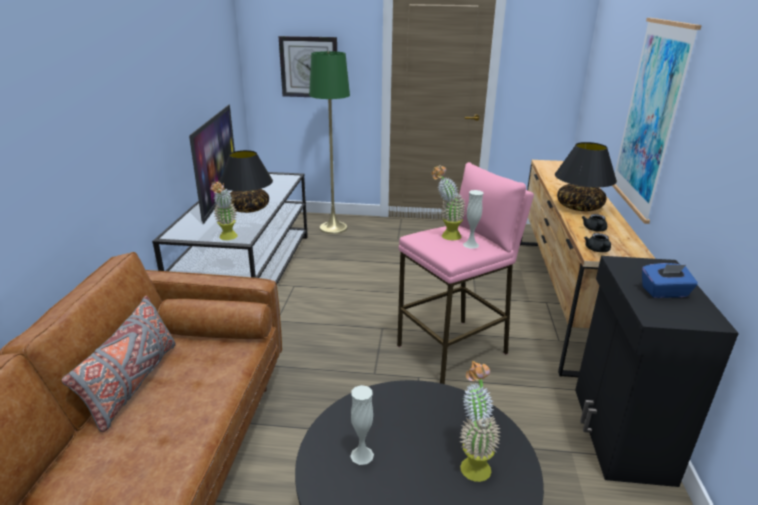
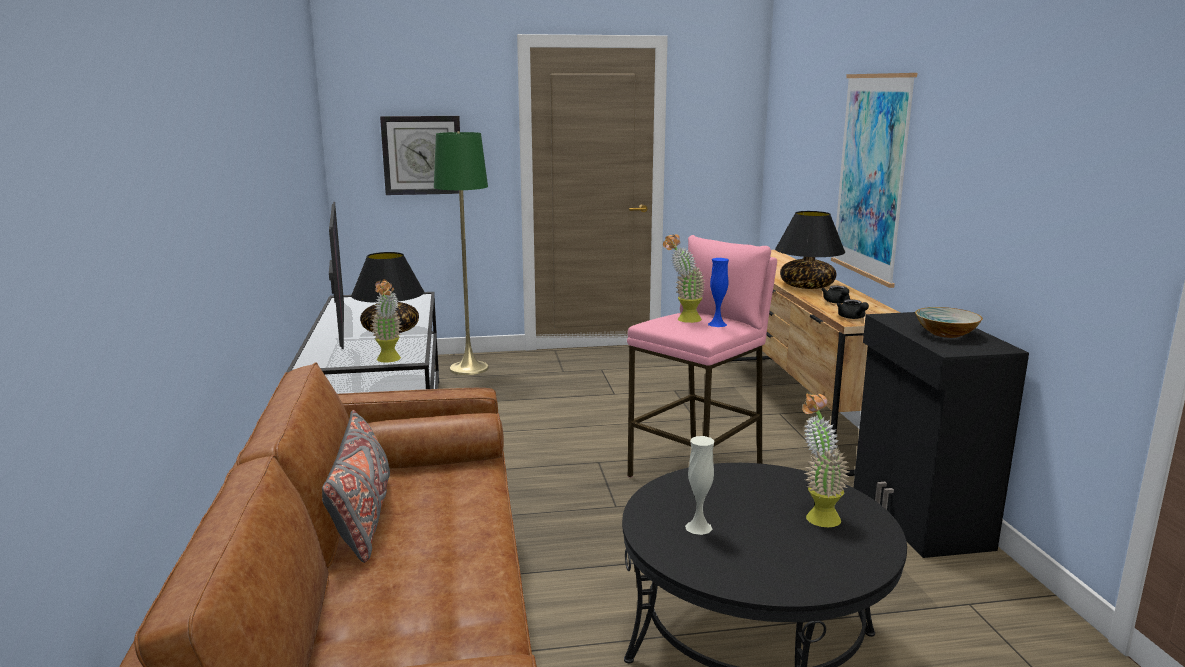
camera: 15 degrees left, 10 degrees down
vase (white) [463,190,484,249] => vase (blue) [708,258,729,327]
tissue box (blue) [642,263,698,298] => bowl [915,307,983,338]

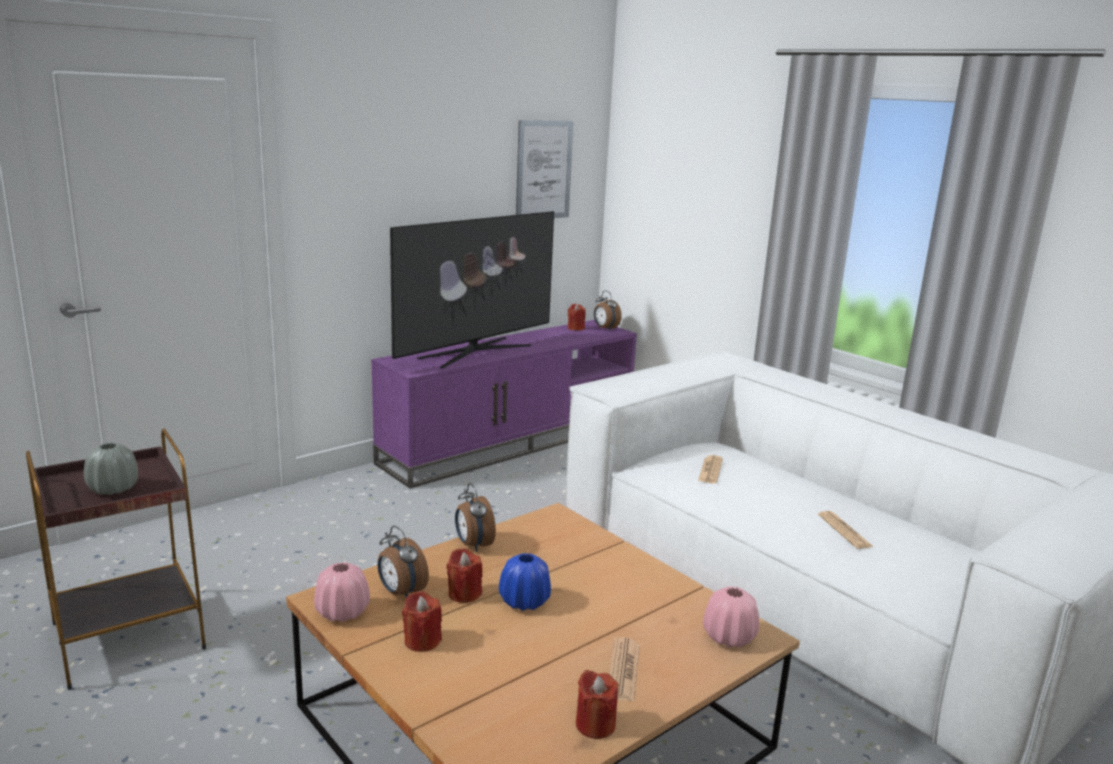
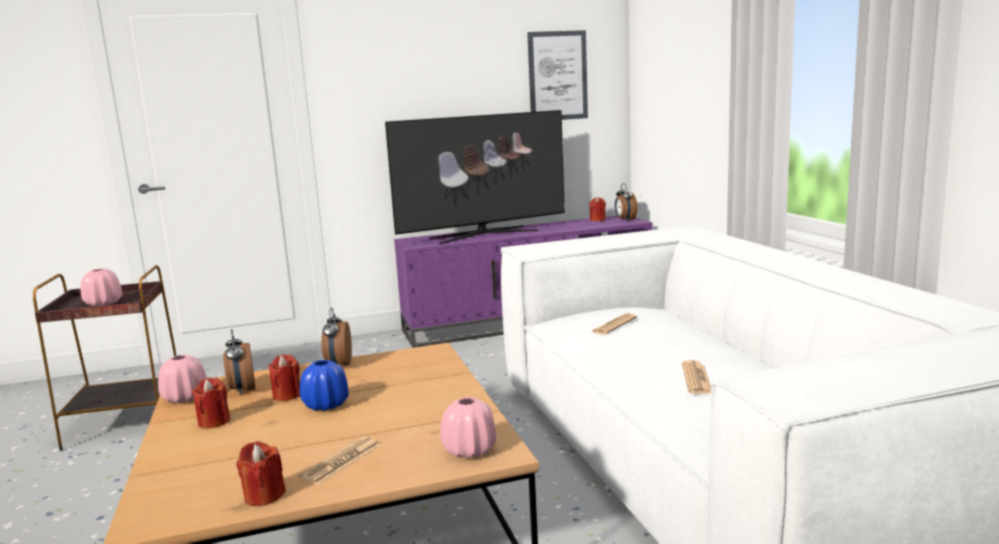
camera: 25 degrees right, 5 degrees down
vase (grey) [84,443,138,495] => vase (pink) [81,268,122,306]

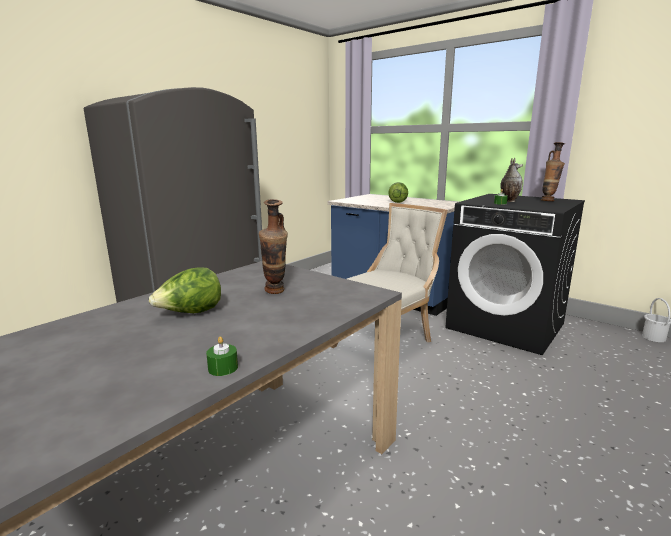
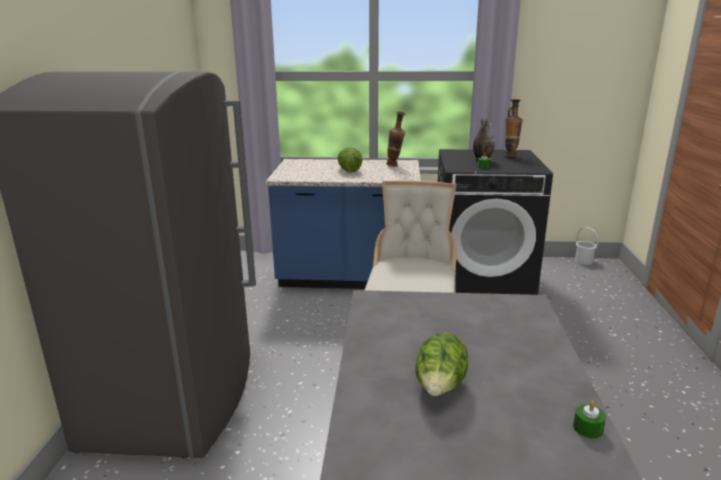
camera: 35 degrees left, 5 degrees up
vase [259,199,288,294] => vase [386,112,406,167], relocated

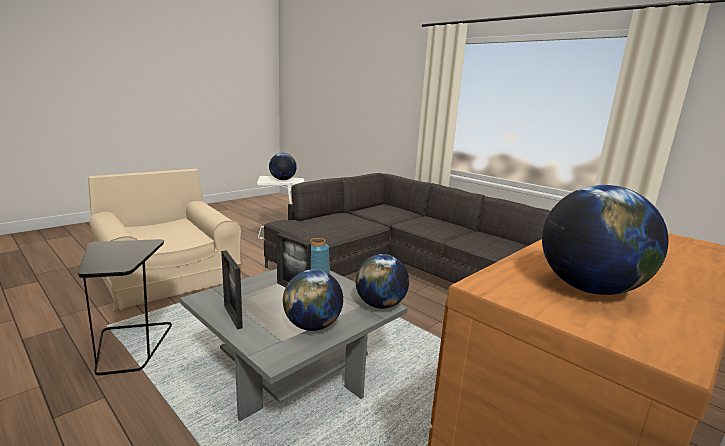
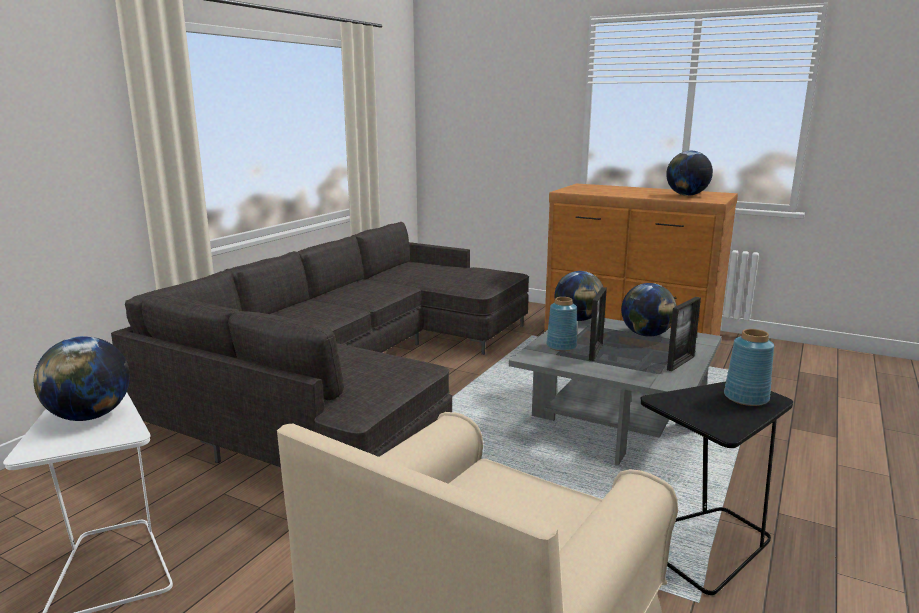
camera: 105 degrees left, 0 degrees up
nothing => vase (blue) [724,329,774,406]

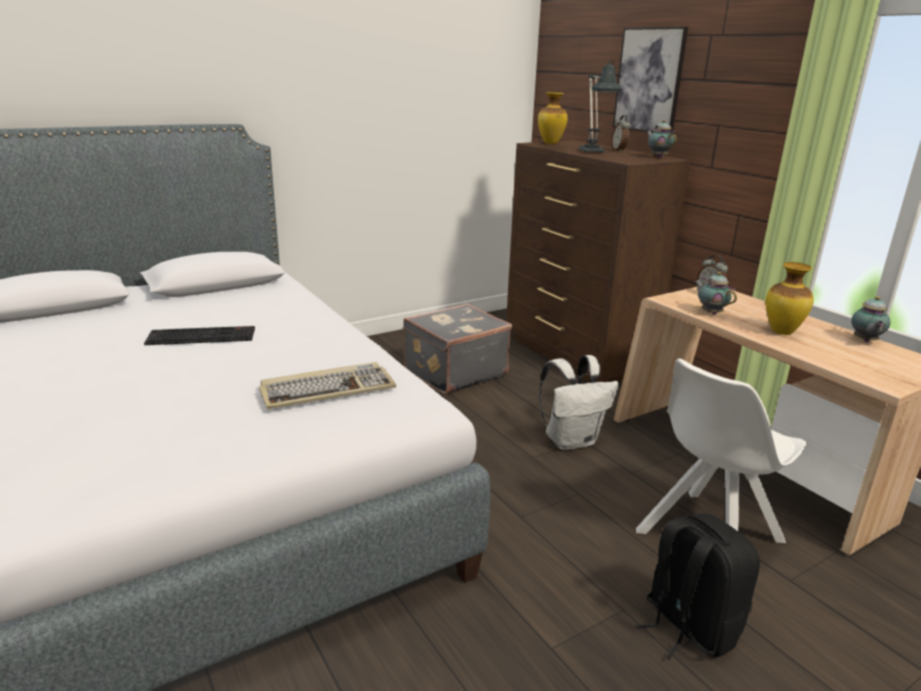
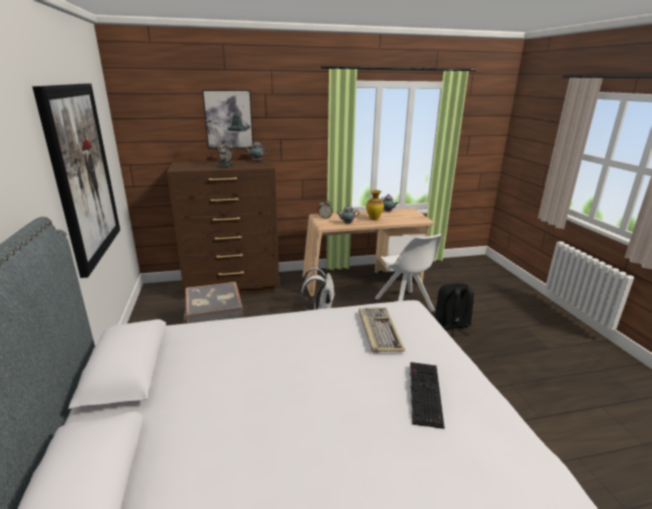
camera: 70 degrees left, 0 degrees up
nothing => picture [32,84,120,278]
keyboard [144,326,255,345] => keyboard [409,362,445,429], relocated
vase [538,92,568,144] => nothing

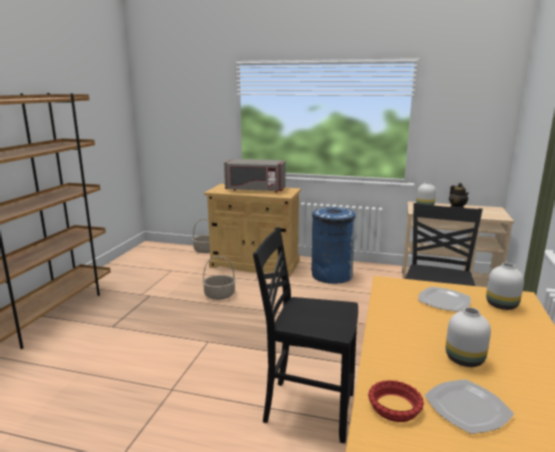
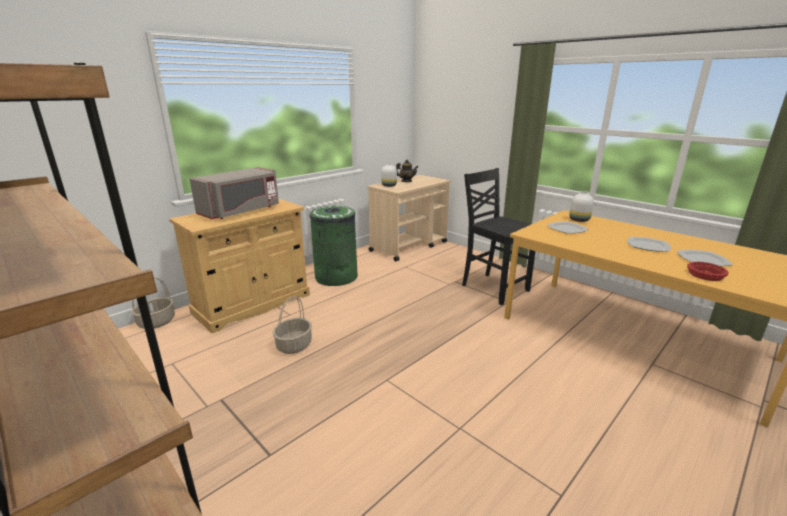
camera: 60 degrees left, 5 degrees up
trash can (blue) [311,207,356,284] => trash can (green) [310,206,358,286]
vase (white) [446,307,491,367] => plate [627,237,671,252]
chair (black) [253,227,358,443] => nothing

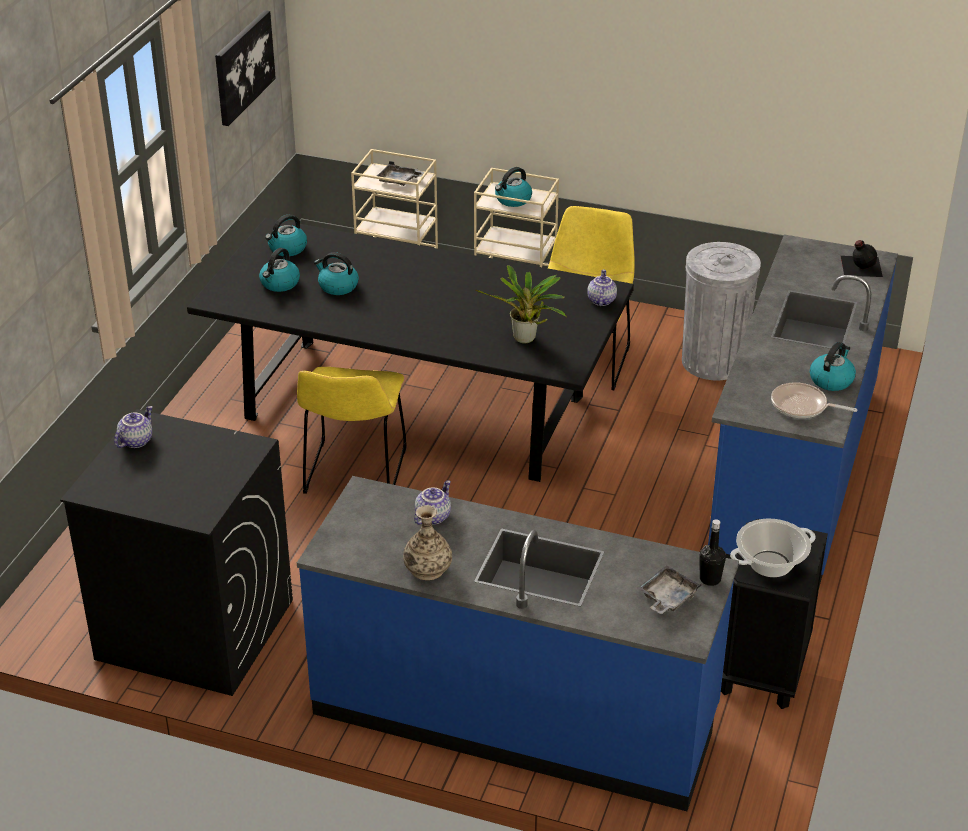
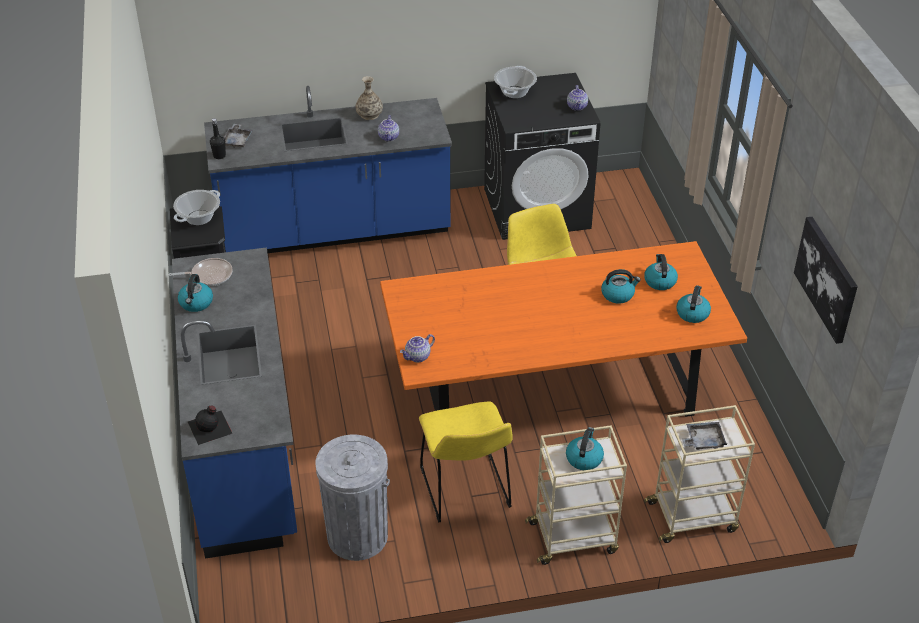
camera: 150 degrees right, 5 degrees up
dining table (black) [187,218,634,482] => dining table (orange) [380,241,747,417]
teapot [587,270,617,306] => teapot [400,334,435,362], 75 degrees clockwise
nothing => cooking pot [494,66,537,98]
potted plant [476,265,567,344] => nothing

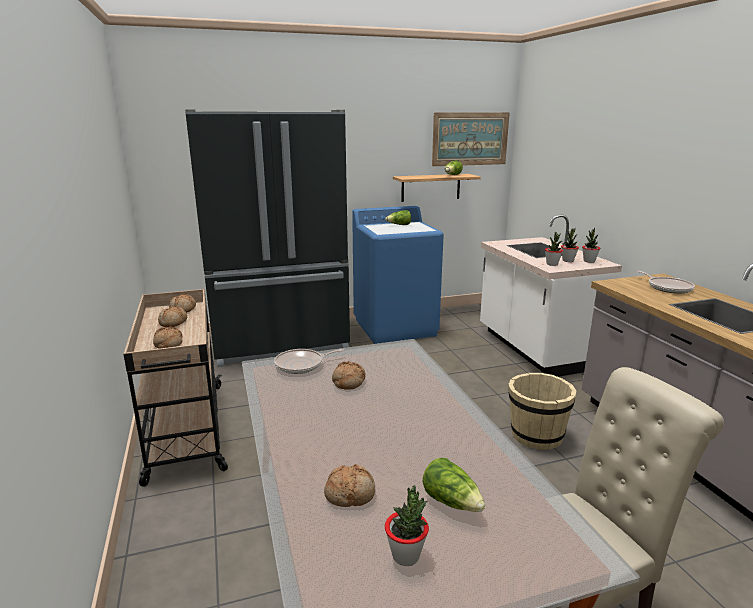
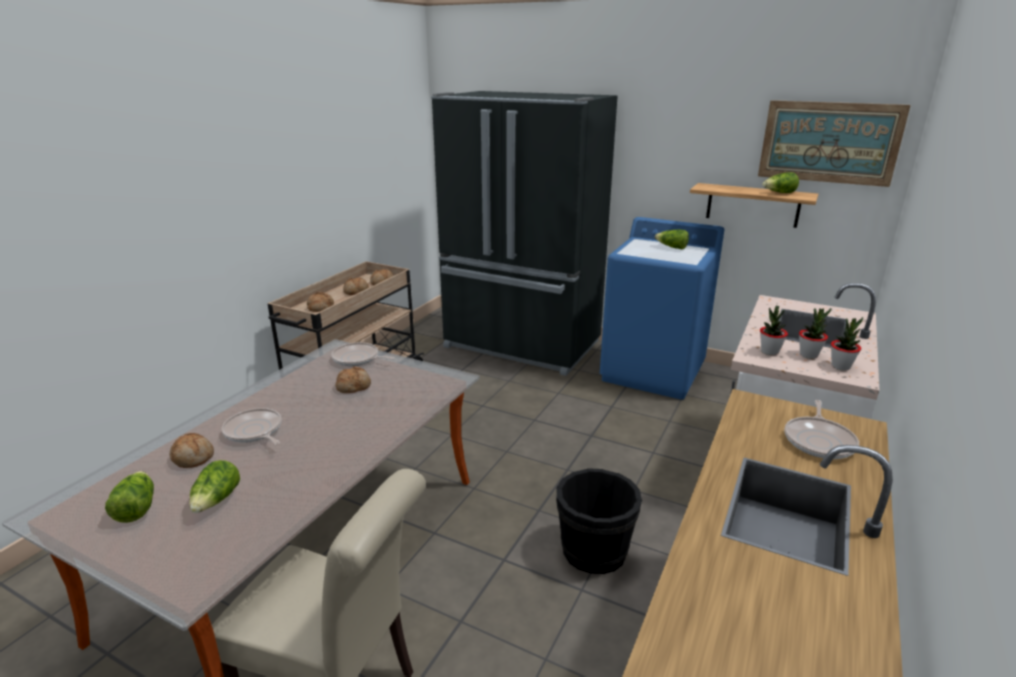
camera: 45 degrees right, 5 degrees up
potted plant [385,485,429,566] => lettuce [105,471,154,523]
nothing => frying pan [222,408,281,445]
bucket (beige) [508,373,576,450] => bucket (black) [556,468,642,574]

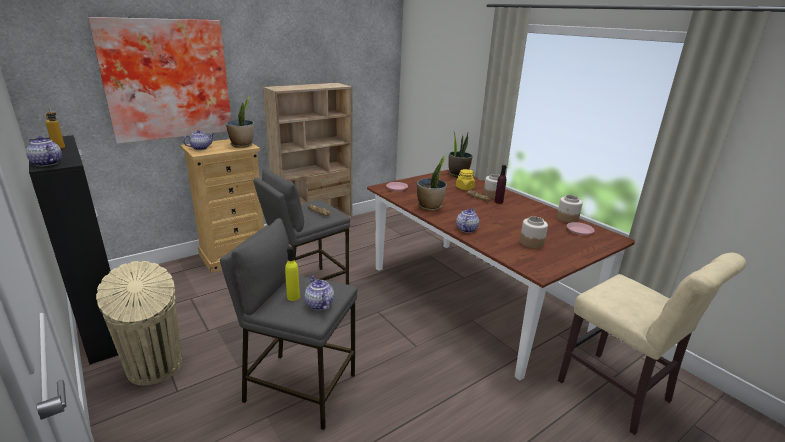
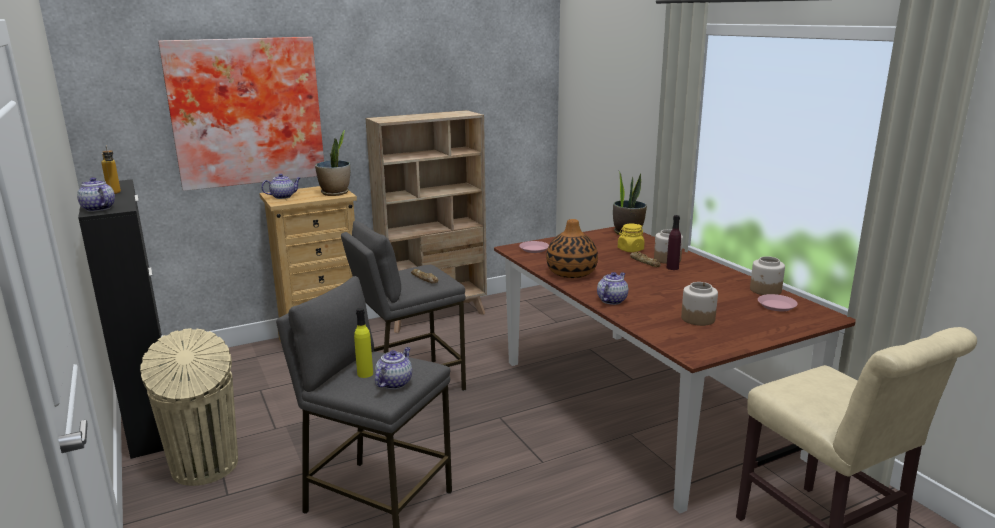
camera: 10 degrees right, 5 degrees down
teapot [305,275,334,310] => teapot [375,347,412,389], 45 degrees clockwise
potted plant [417,155,447,211] => vase [546,219,598,278]

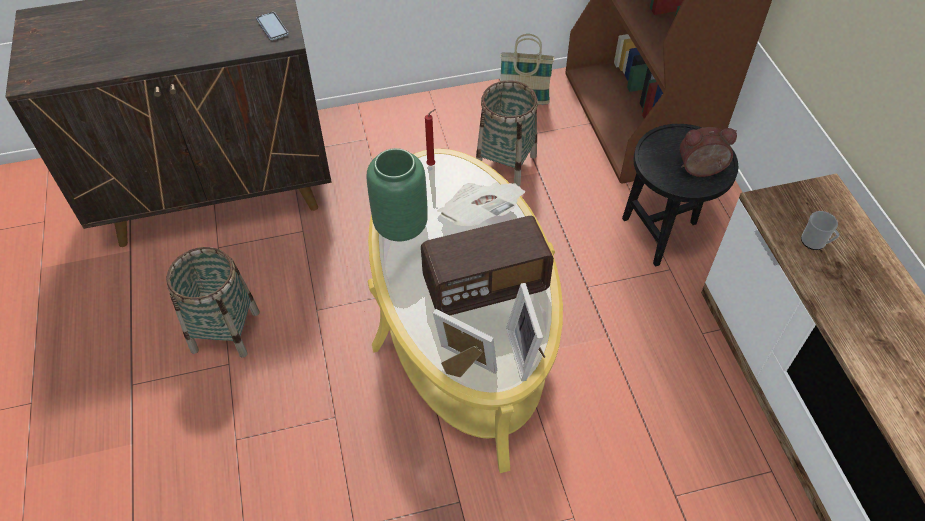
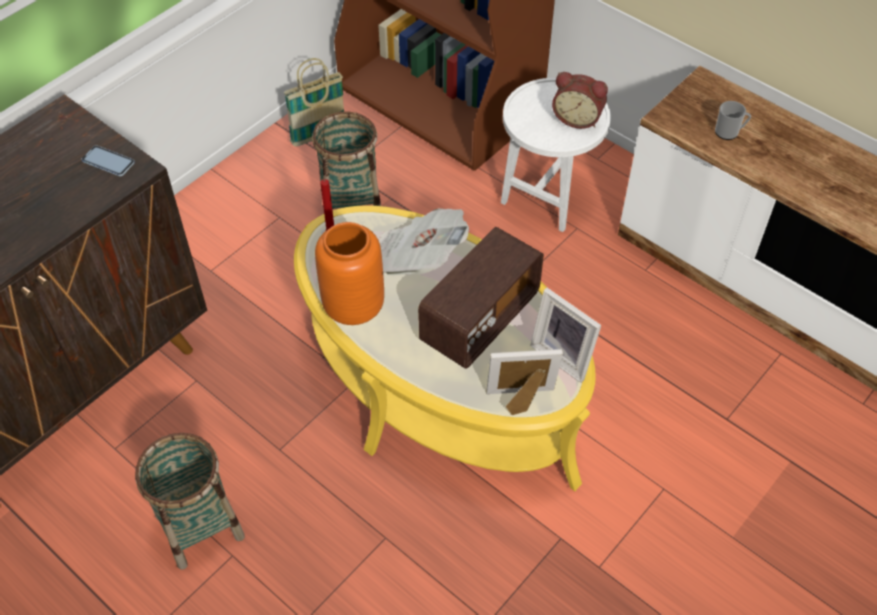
camera: 35 degrees left, 0 degrees up
vase (green) [367,148,428,241] => vase (orange) [315,222,384,325]
side table (black) [622,124,738,267] => side table (white) [501,78,611,232]
alarm clock [680,127,737,177] => alarm clock [552,72,608,129], 120 degrees counterclockwise

